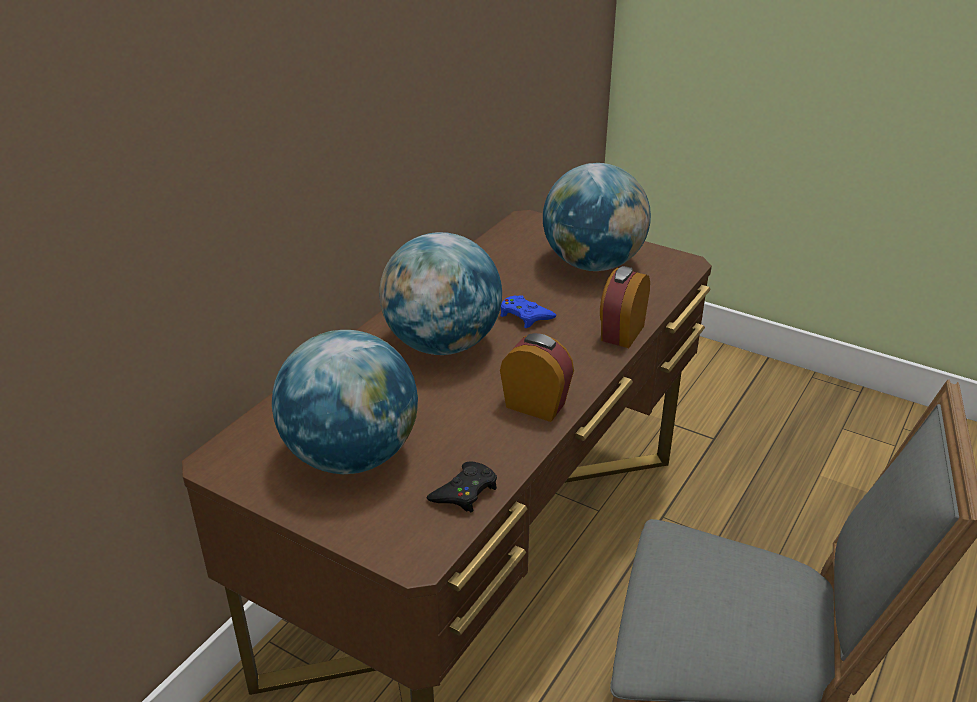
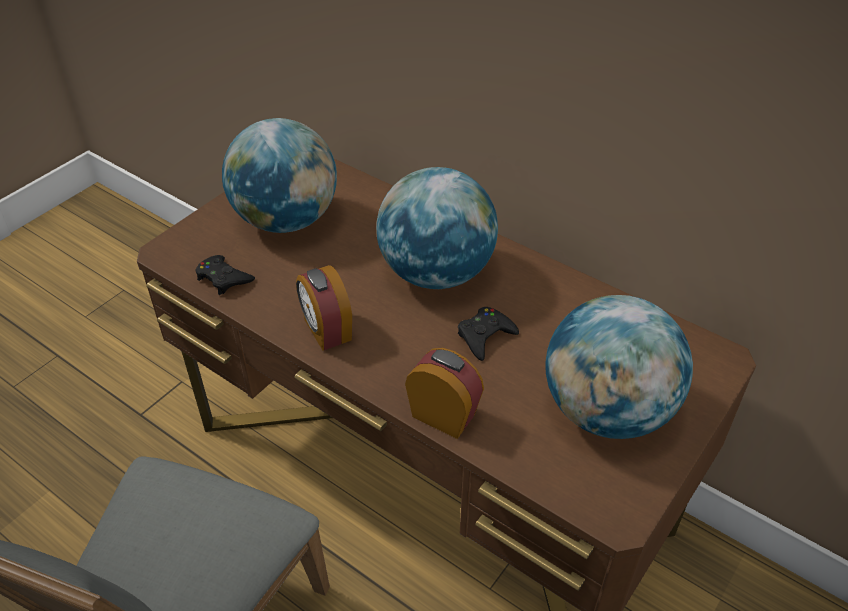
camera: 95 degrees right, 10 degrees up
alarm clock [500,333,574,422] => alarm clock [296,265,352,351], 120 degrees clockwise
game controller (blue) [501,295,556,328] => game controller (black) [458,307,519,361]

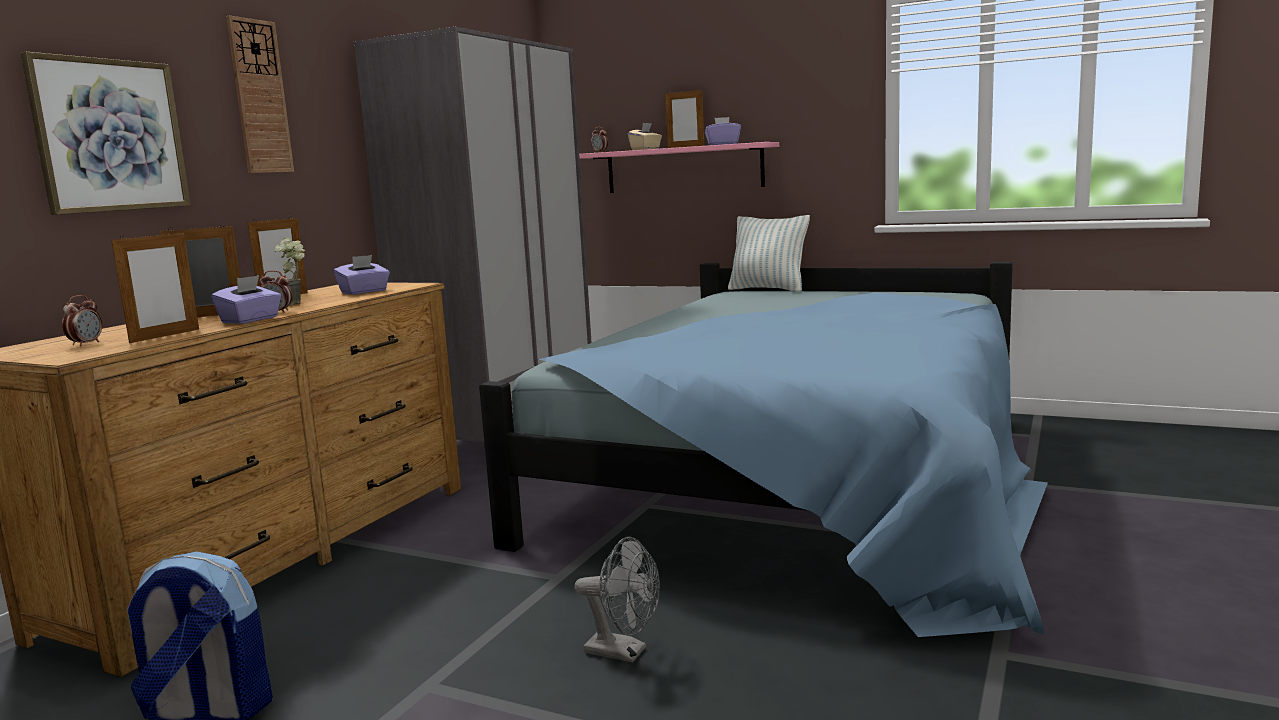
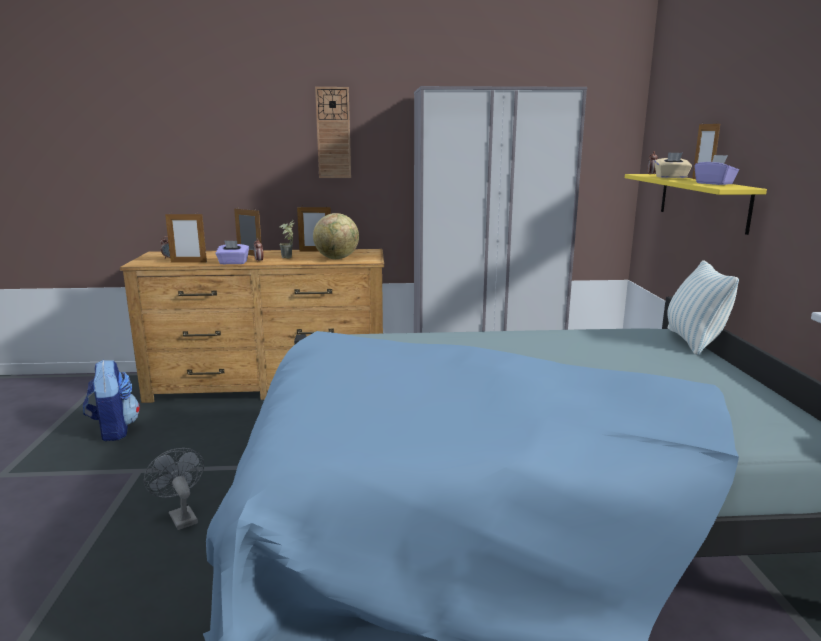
camera: 60 degrees right, 5 degrees up
fan (grey) [574,537,660,663] => fan (grey) [144,448,204,530], 150 degrees clockwise
tissue box (purple) [334,255,390,295] => globe [313,213,359,259]
shelf (pink) [579,142,779,193] => shelf (yellow) [625,174,767,235]
picture [20,52,191,215] => nothing

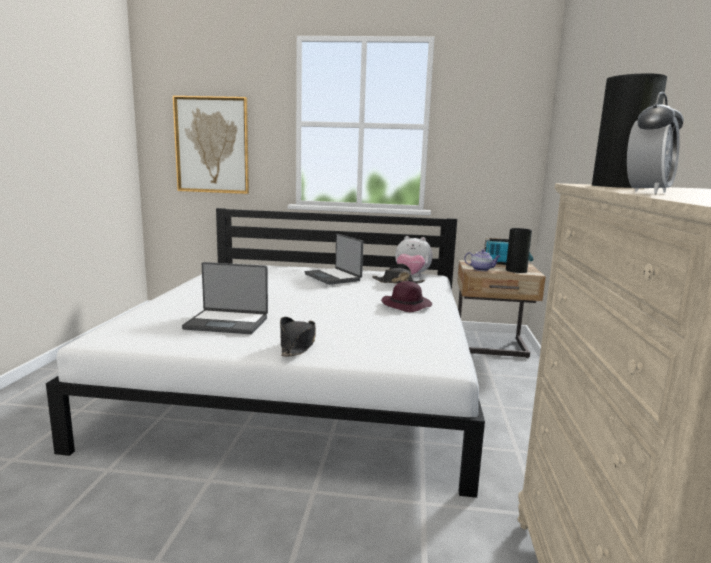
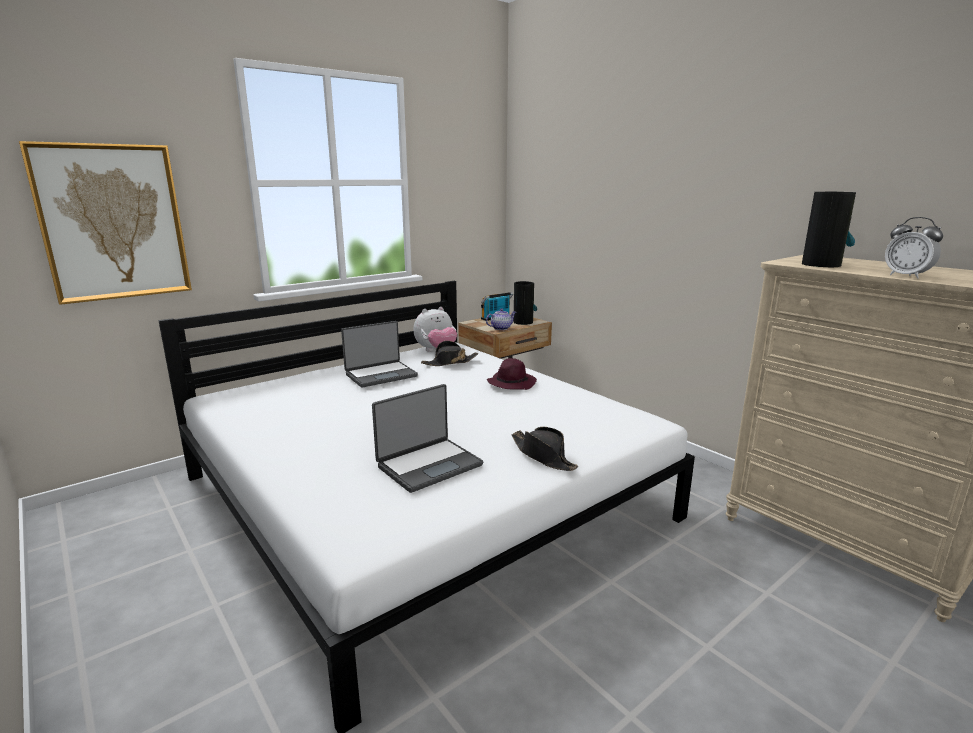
camera: 45 degrees left, 5 degrees up
laptop [305,234,363,285] => laptop [341,321,418,388], 45 degrees counterclockwise
alarm clock [627,92,684,194] => alarm clock [885,217,943,279], 150 degrees clockwise

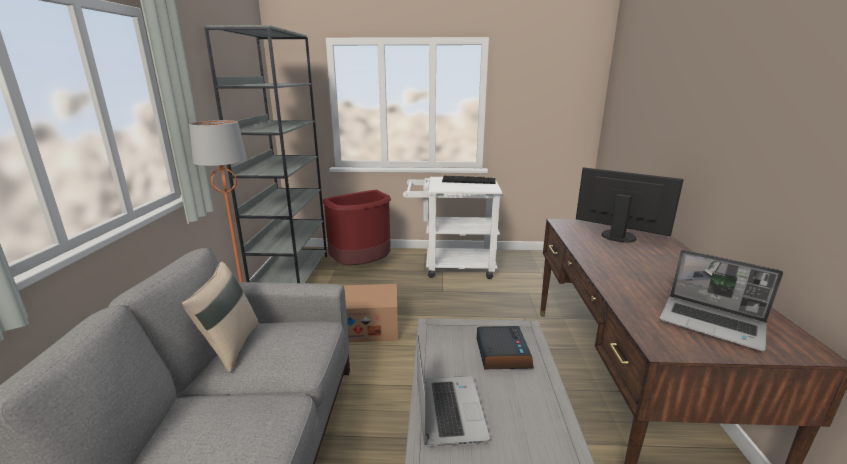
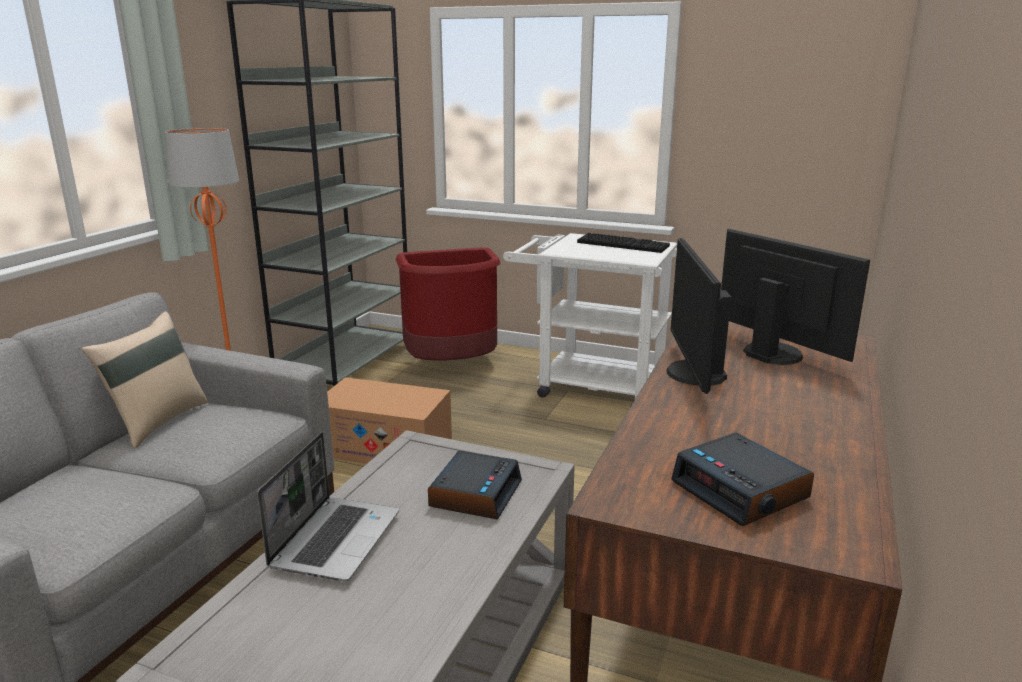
camera: 20 degrees right, 0 degrees up
nothing => monitor [667,238,731,394]
laptop [659,250,783,352] => alarm clock [671,433,814,526]

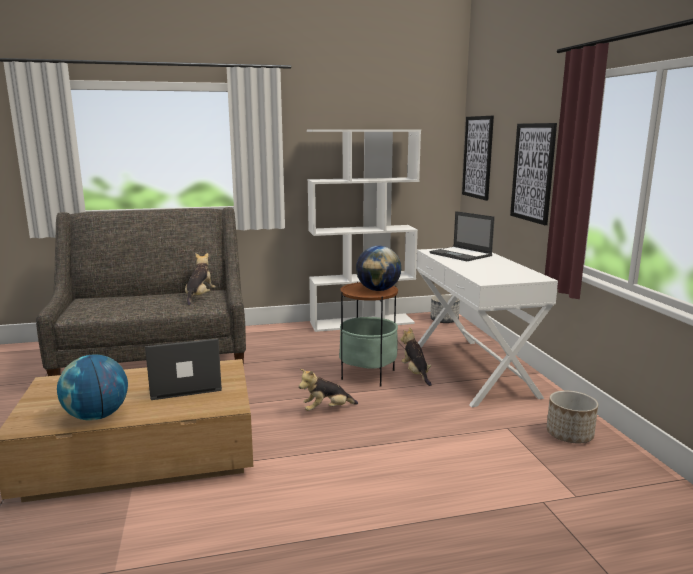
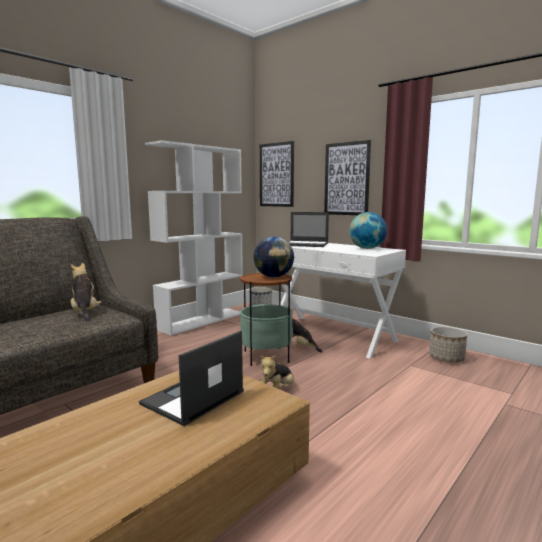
camera: 35 degrees left, 5 degrees down
globe [57,354,128,420] => globe [349,212,387,249], relocated

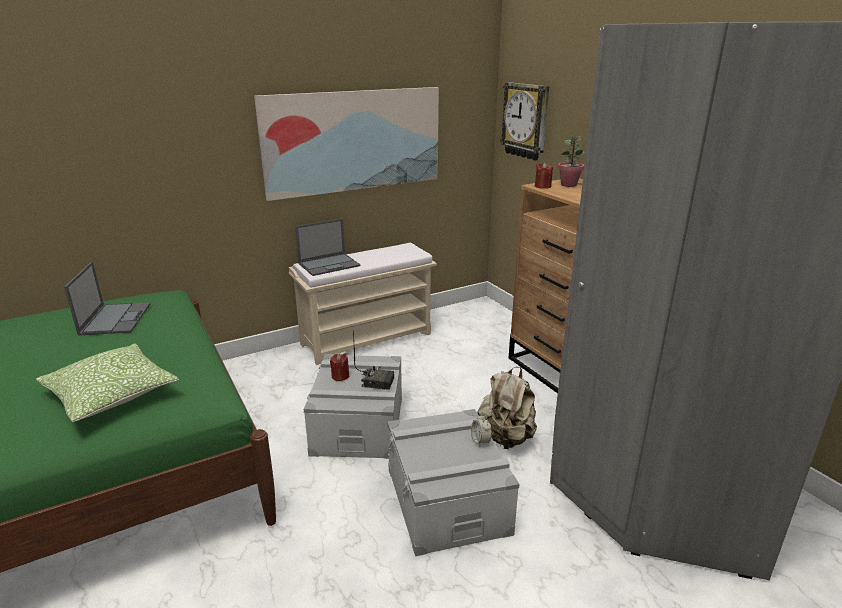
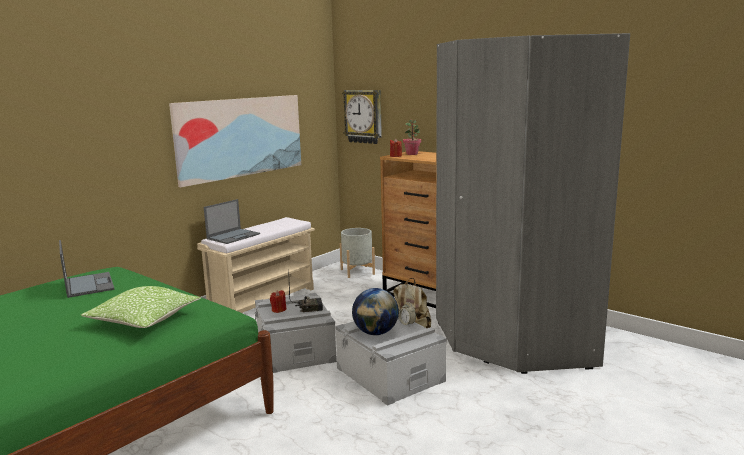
camera: 20 degrees left, 10 degrees down
nothing => planter (grey) [340,228,375,278]
nothing => globe [352,288,399,335]

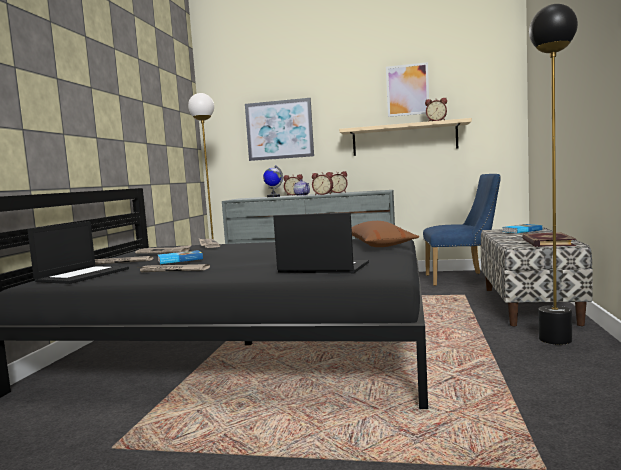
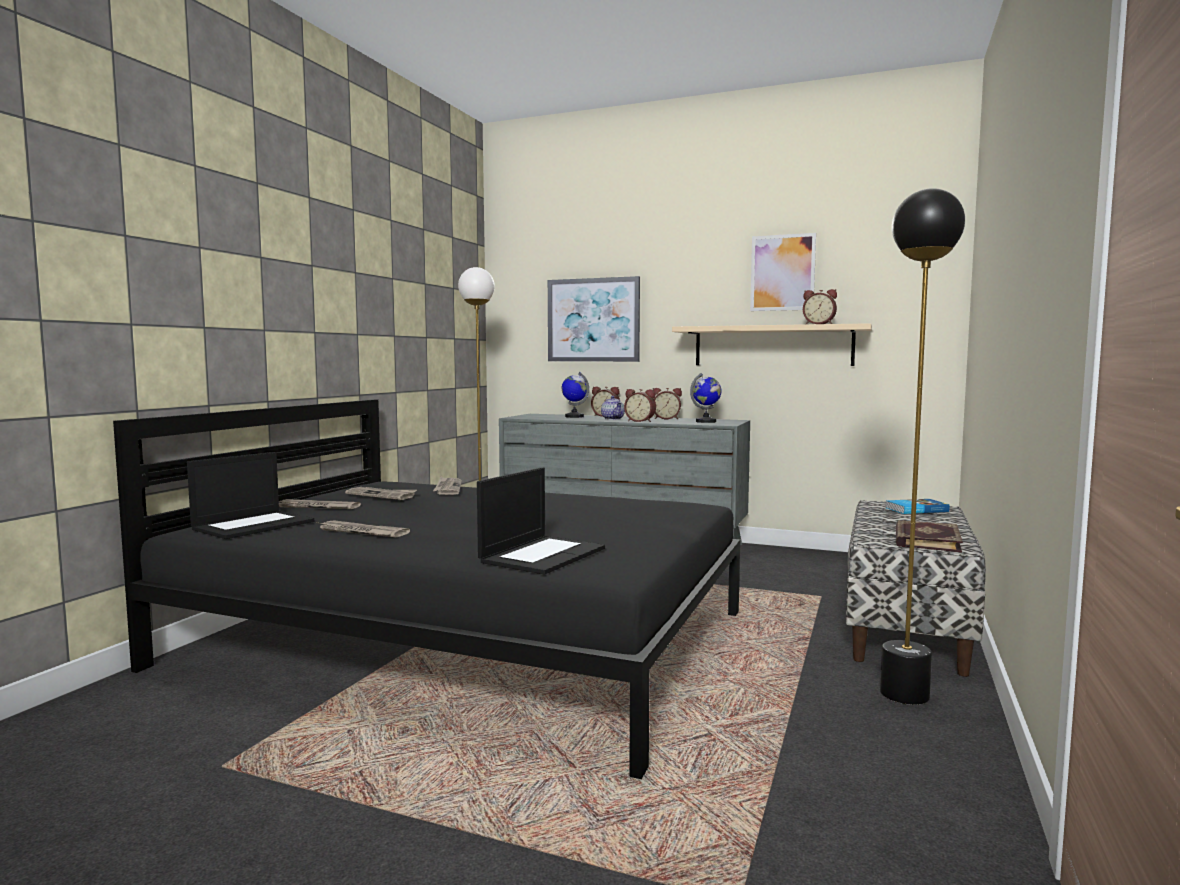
camera: 10 degrees right, 0 degrees up
laptop [273,212,369,273] => laptop [477,467,605,575], 90 degrees clockwise
nothing => globe [690,373,721,423]
book [158,250,203,264] => nothing
pillow (brown) [352,221,419,247] => nothing
chair (blue) [423,174,501,286] => nothing

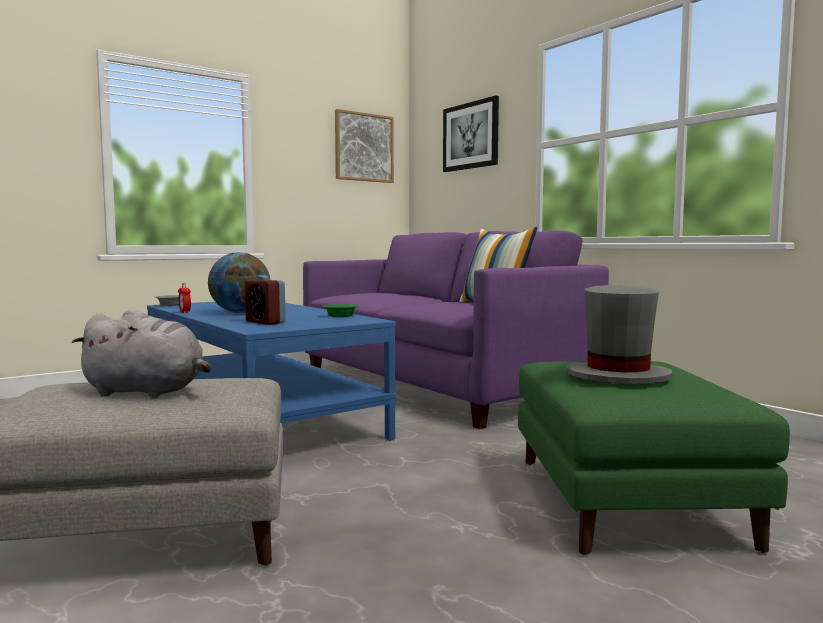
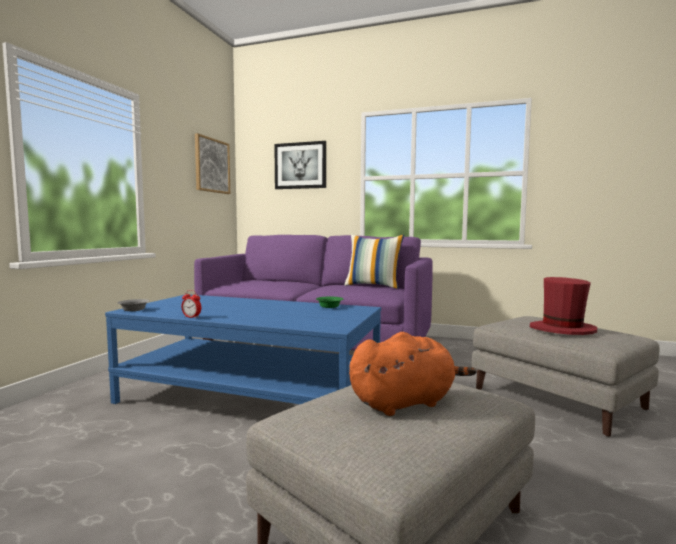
camera: 35 degrees left, 0 degrees up
plush toy (grey) [72,309,211,398] => plush toy (orange) [349,332,477,416]
ottoman (green) [518,361,790,555] => ottoman (grey) [472,316,660,437]
hat (grey) [566,285,673,384] => hat (red) [530,277,597,335]
globe [208,252,270,313] => nothing
alarm clock [245,275,286,325] => nothing

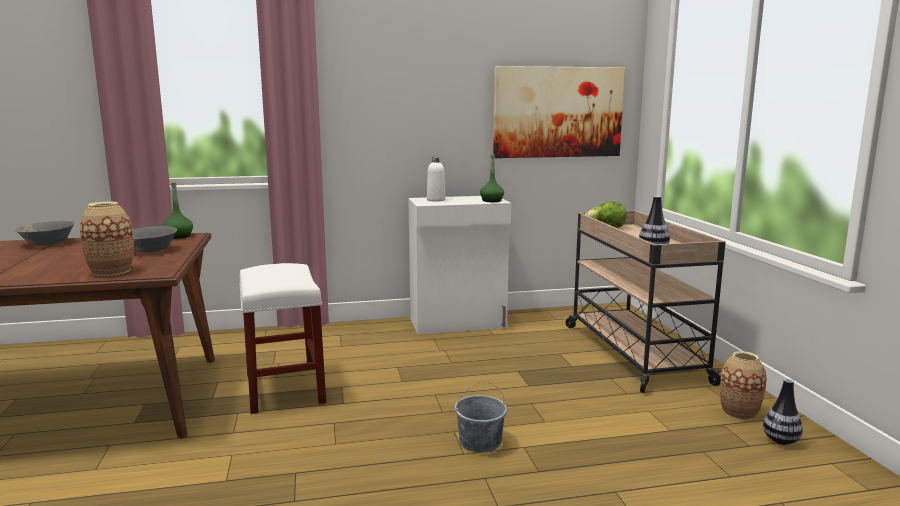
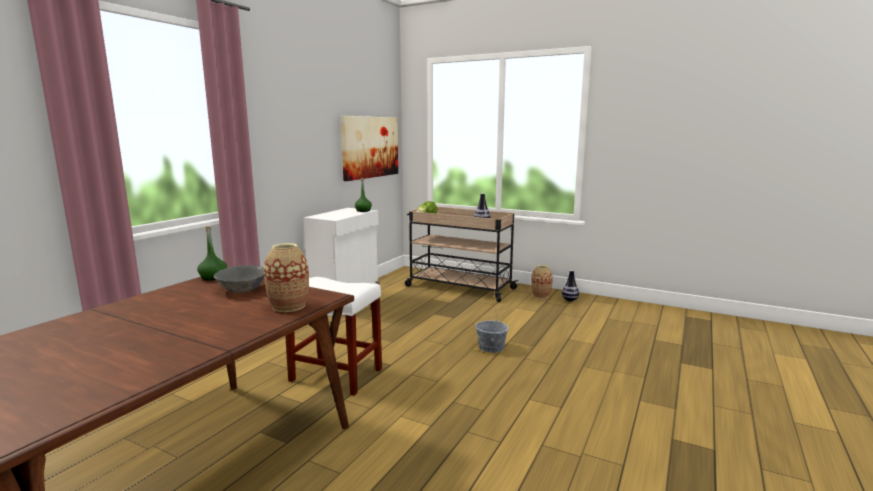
camera: 50 degrees left, 0 degrees up
bowl (grey) [15,221,74,246] => nothing
bottle (white) [427,156,445,202] => nothing

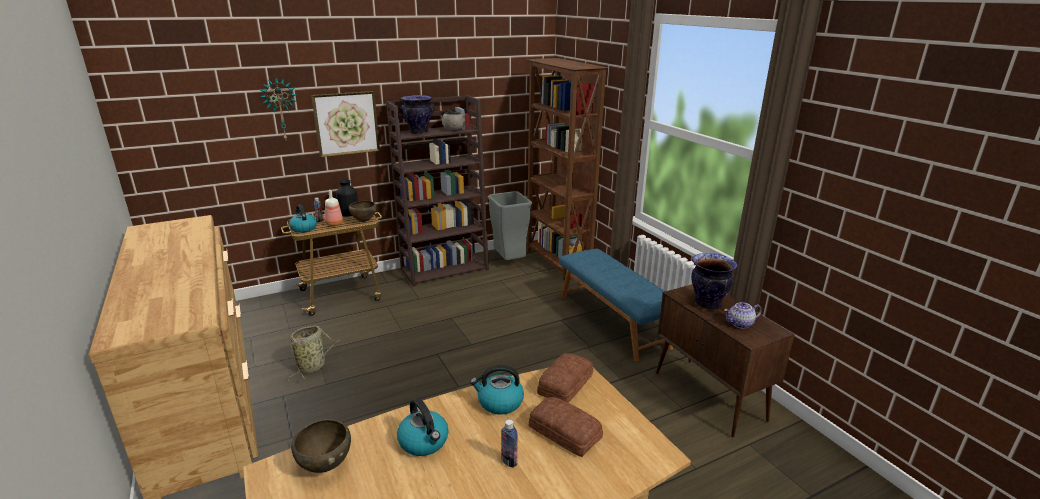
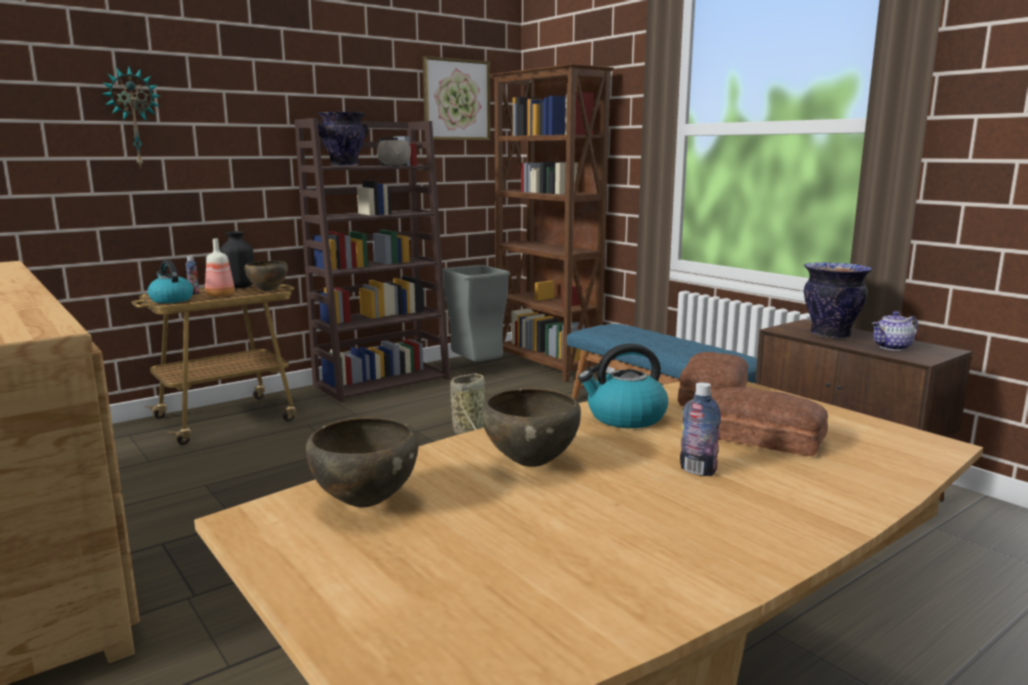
camera: 10 degrees left, 10 degrees down
picture [311,91,380,157] => picture [423,56,491,140], relocated
basket [288,326,340,381] => basket [450,373,486,435], relocated
kettle [397,398,449,456] => bowl (brown) [482,388,581,467]

